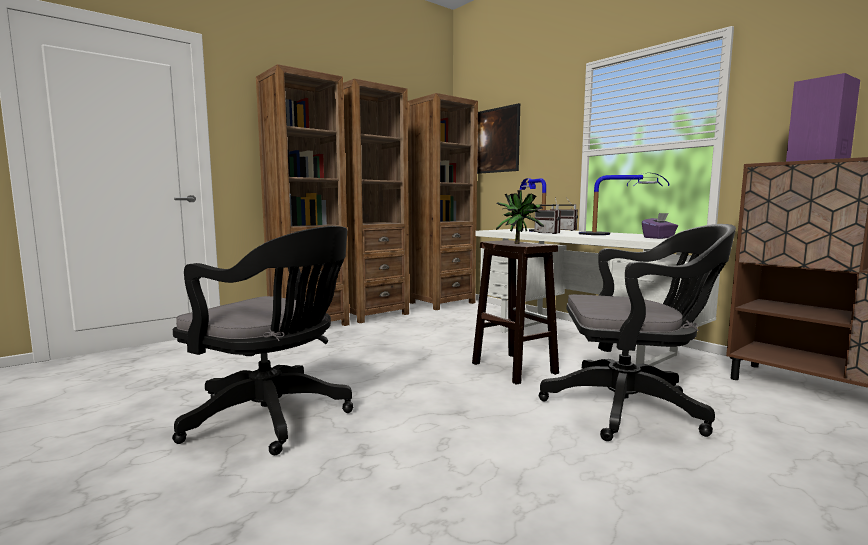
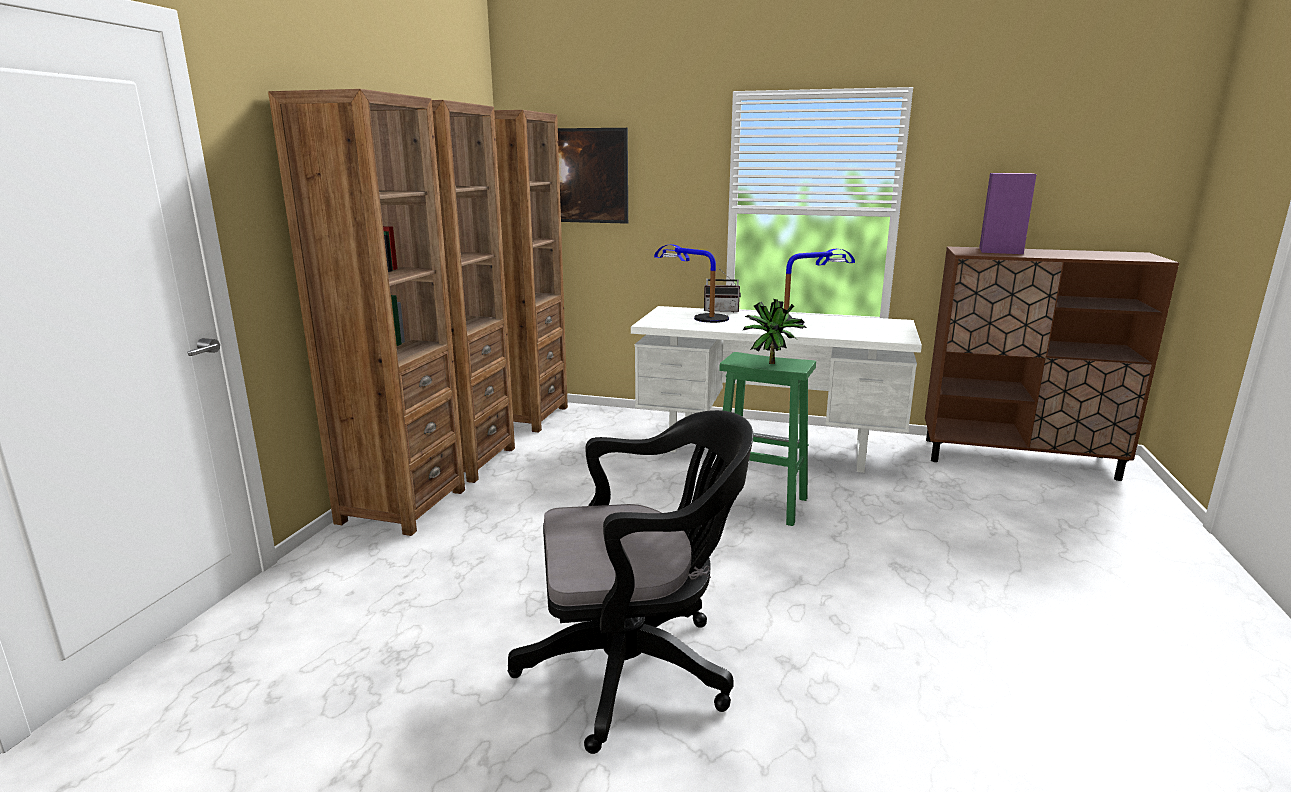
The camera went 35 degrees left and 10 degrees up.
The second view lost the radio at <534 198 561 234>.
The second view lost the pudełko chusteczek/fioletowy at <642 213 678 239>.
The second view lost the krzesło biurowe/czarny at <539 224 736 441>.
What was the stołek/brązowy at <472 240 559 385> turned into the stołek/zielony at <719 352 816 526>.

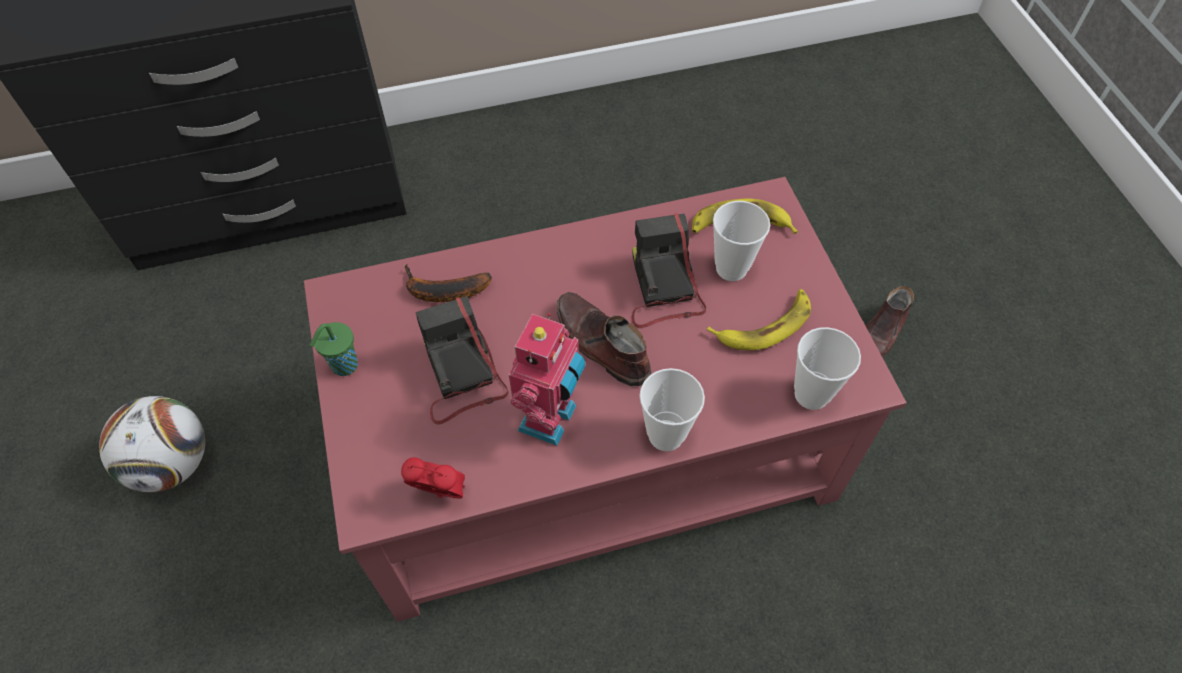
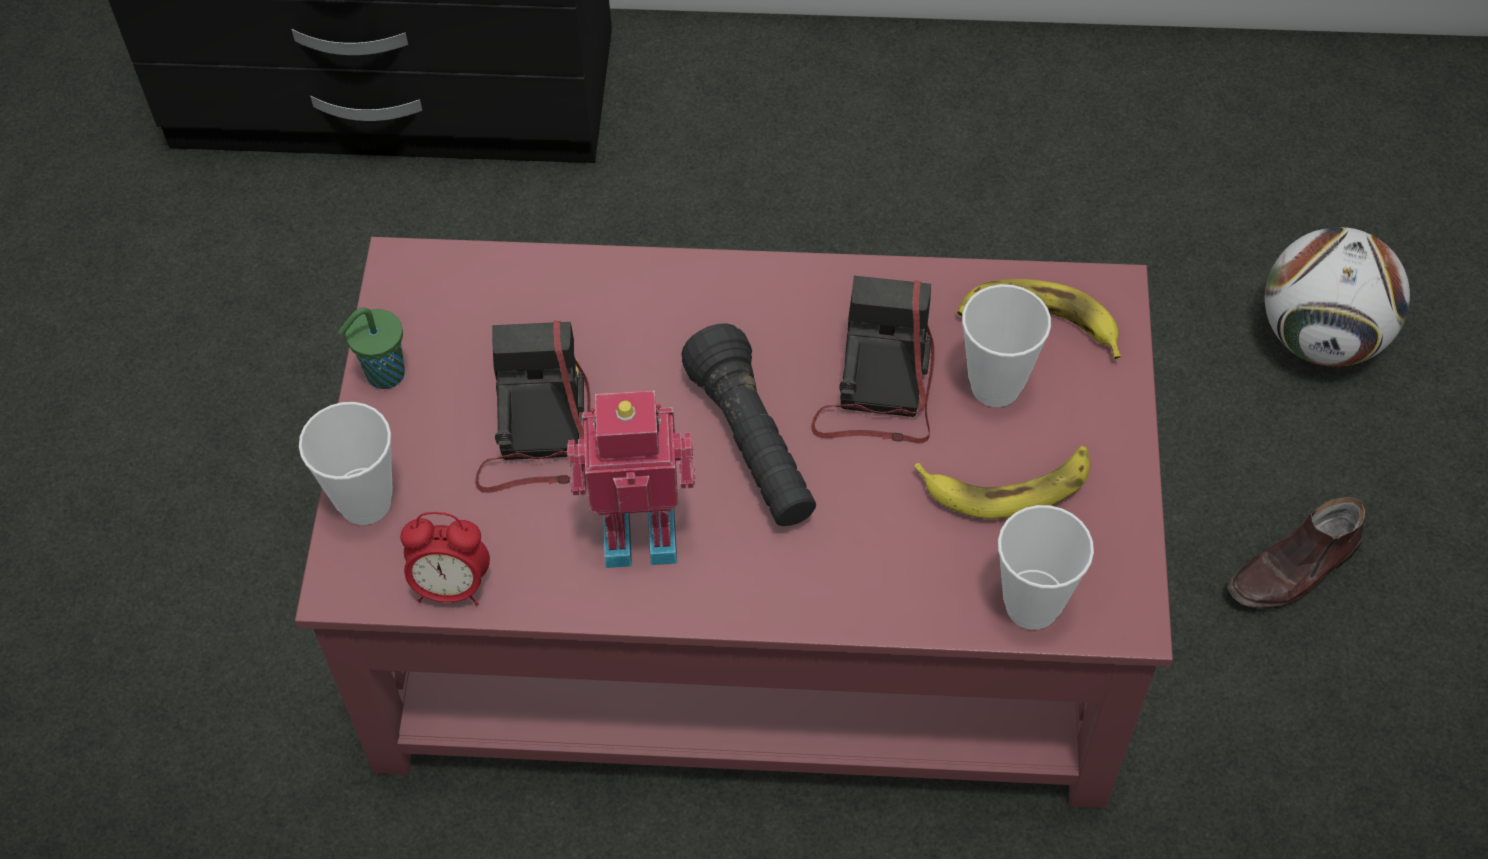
The camera went 20 degrees right and 0 degrees up.
The second view lost the banan at <405 264 492 302>.
Where the but/brązowy stood at <557 292 651 387>, the latarka/czarny came to stand at <681 323 816 526>.
The robot zabawkowy at <509 313 585 446> ended up facing another way, 135 degrees counterclockwise from before.
The filiżanka ended up elsewhere, having gone from <640 368 705 451> to <299 402 393 525>.
The piłka futbolowa ended up elsewhere, having gone from <99 396 205 492> to <1265 227 1410 366>.
The budzik at <401 457 465 498> ended up facing another way, 150 degrees clockwise from before.

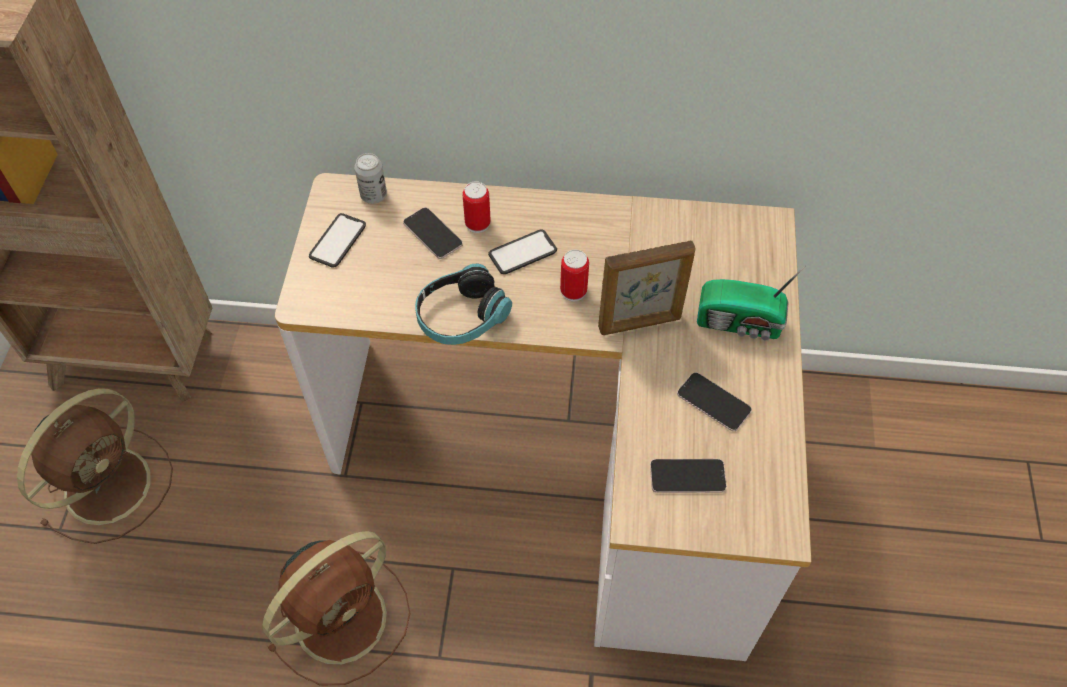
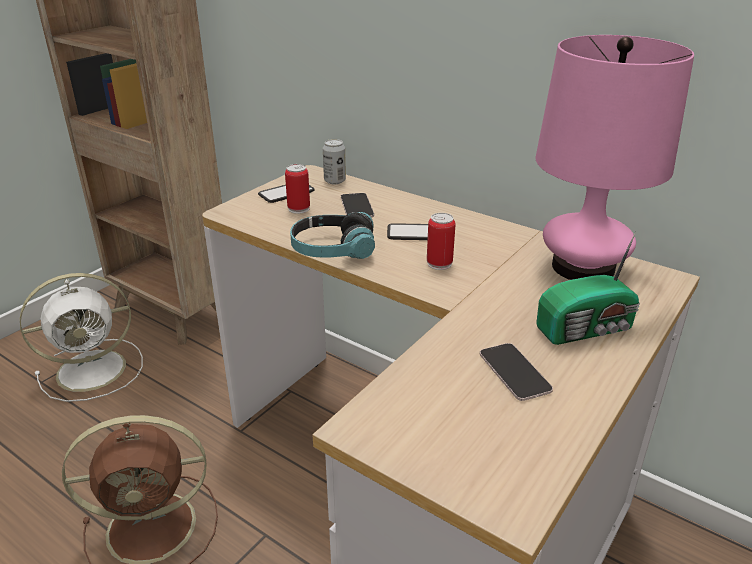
The camera went 30 degrees right and 25 degrees down.
The puszka ended up elsewhere, having gone from <462 181 491 233> to <285 164 310 214>.
The second view lost the ramka na zdjęcie at <598 241 696 335>.
The radio at <697 265 806 340> ended up facing another way, 60 degrees counterclockwise from before.
What was the wentylator/brązowy at <17 388 173 544> turned into the wentylator/biały at <20 273 143 402>.
The second view lost the telefon at <650 459 727 493>.
The second view gained the lampa stołowa/różowy at <536 35 694 280>.

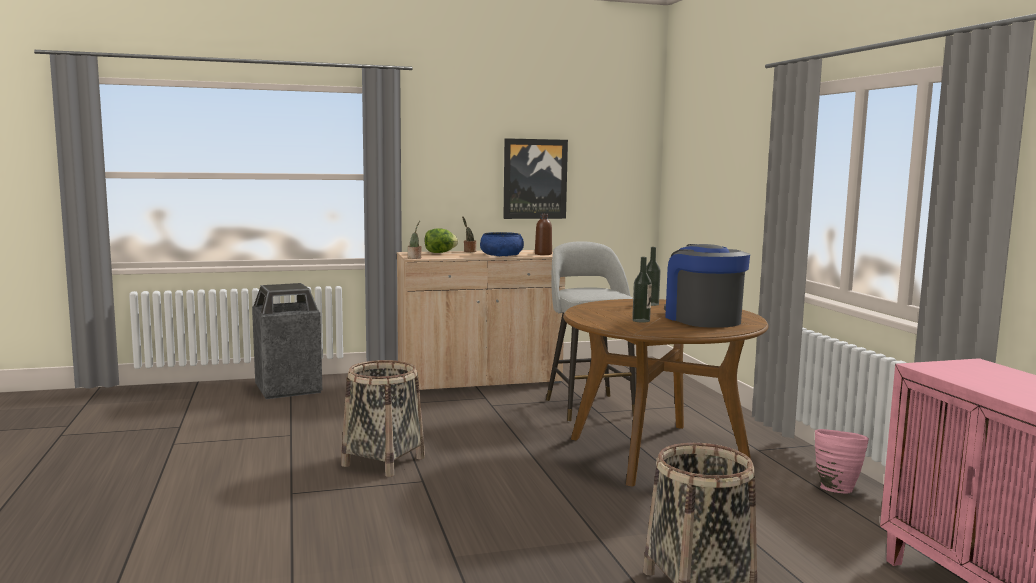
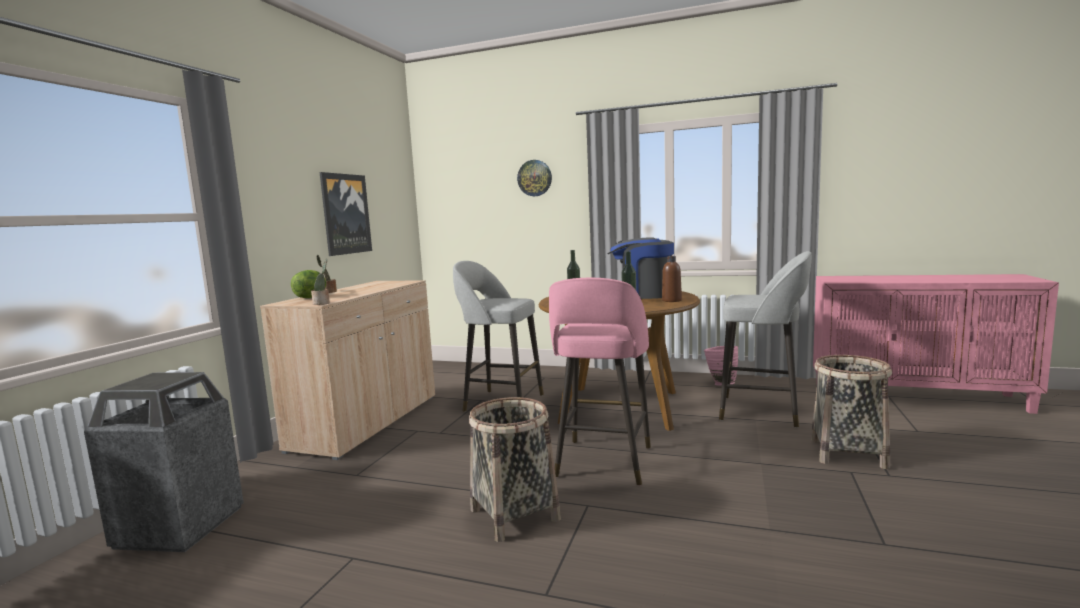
The camera went 55 degrees left and 0 degrees up.
The butelka/brązowy ended up elsewhere, having gone from <535 214 552 255> to <662 256 682 302>.
The second view lost the miska/niebieski at <480 232 524 256>.
The second view gained the zegar ścienny at <517 160 552 196>.
The second view gained the stołek/szary at <719 251 812 428>.
The second view gained the stołek/różowy at <549 278 651 486>.

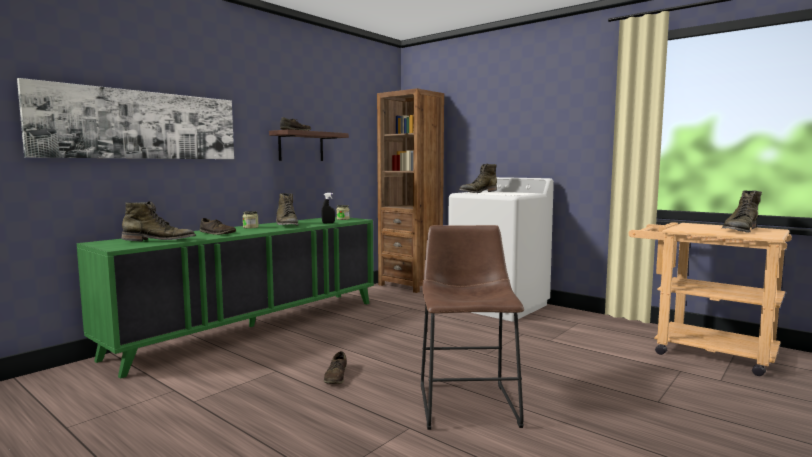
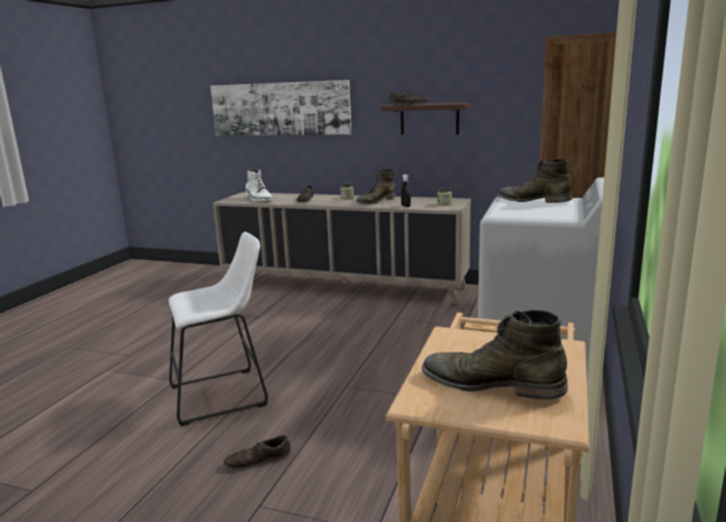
The camera went 70 degrees right and 10 degrees up.
What was the but z cholewką/zielony at <121 201 196 241> turned into the but z cholewką/biały at <245 169 273 201>.
What was the szafka/zielony at <77 216 374 379> turned into the szafka/beżowy at <213 192 471 304>.
What was the stołek/brązowy at <421 225 524 430> turned into the stołek/biały at <168 232 268 426>.
The but/brązowy ended up elsewhere, having gone from <324 351 347 384> to <224 435 291 470>.

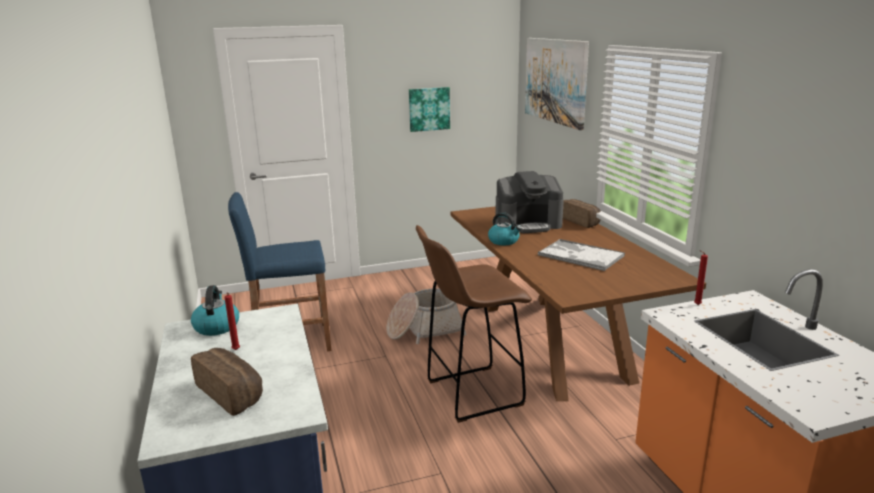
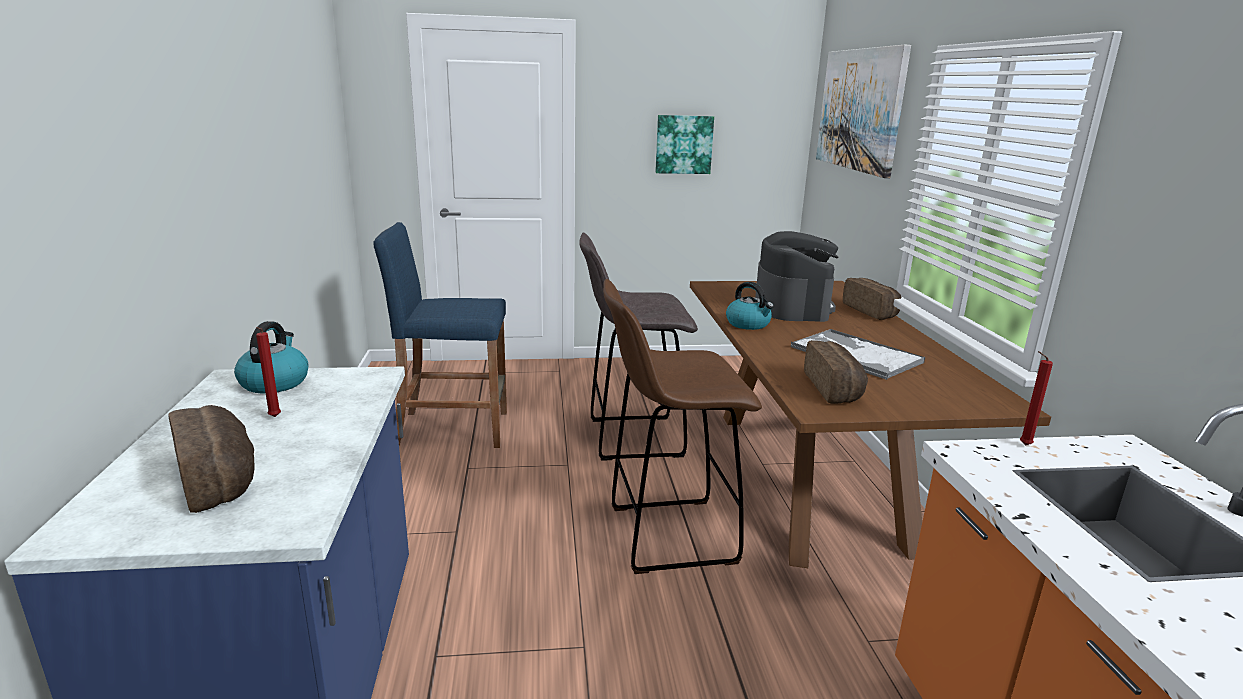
The camera went 10 degrees right and 0 degrees up.
The ekspres do kawy at <496 171 564 233> ended up facing another way, 90 degrees counterclockwise from before.
Where the koszyk stood at <386 288 467 344>, the stołek/szary came to stand at <579 232 698 461>.
The second view gained the chleb at <804 340 868 404>.

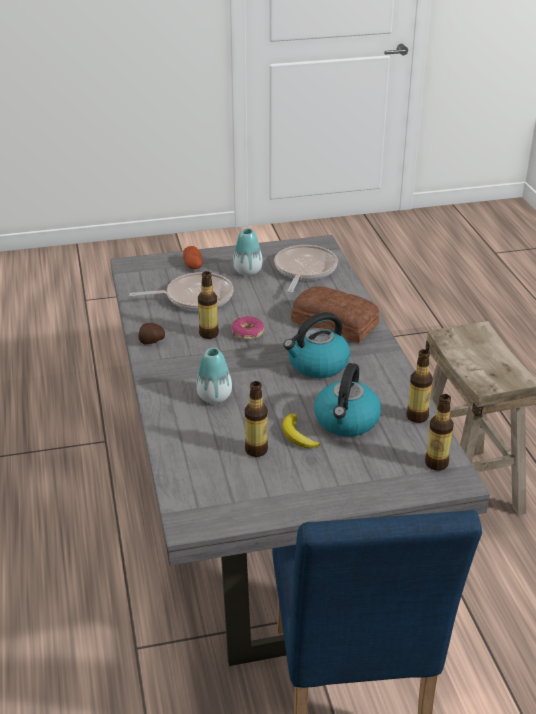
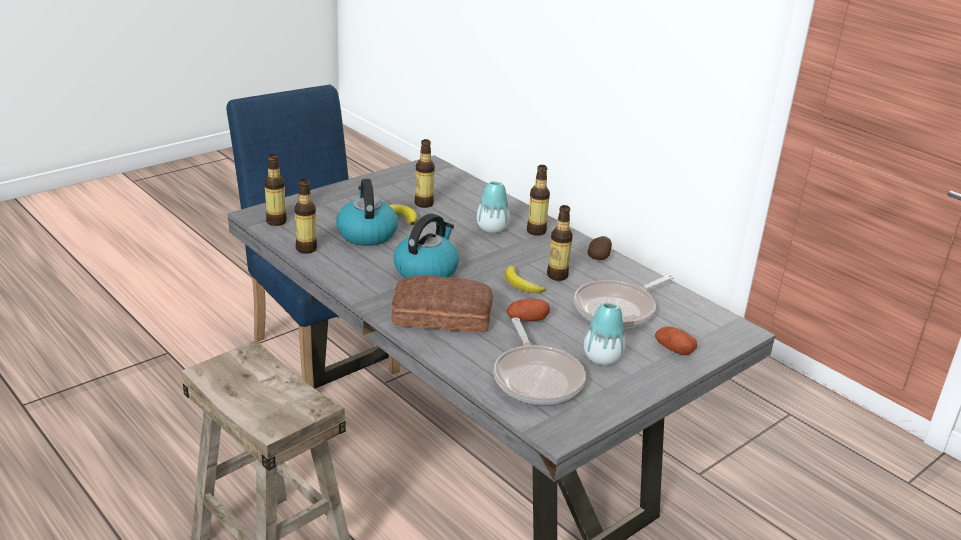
The camera went 150 degrees right and 5 degrees down.
Where the donut stood at <231 316 264 340>, the banan came to stand at <505 266 546 294>.
The second view gained the butelka at <527 165 550 236>.
The second view gained the ziemniak at <507 299 550 321>.

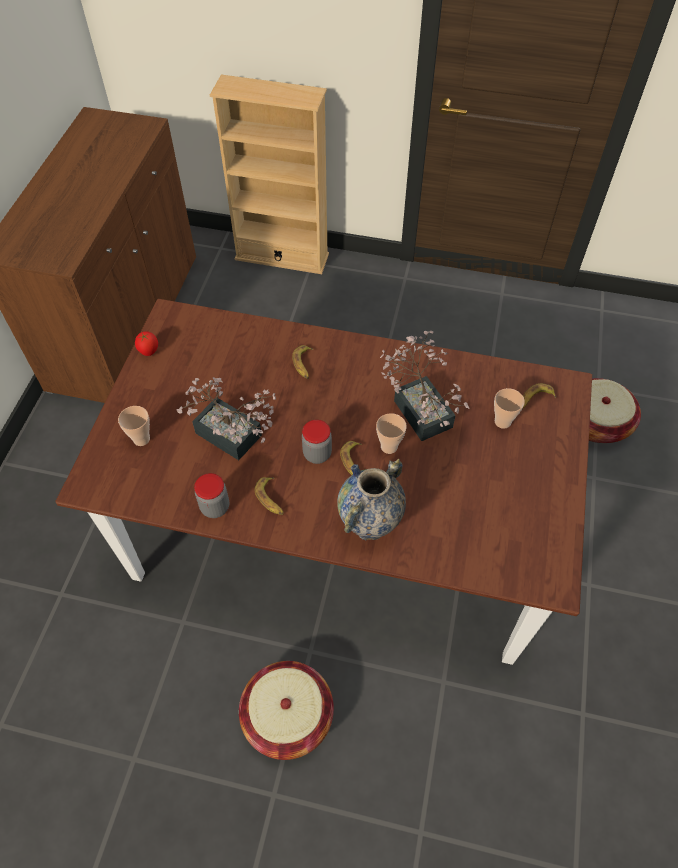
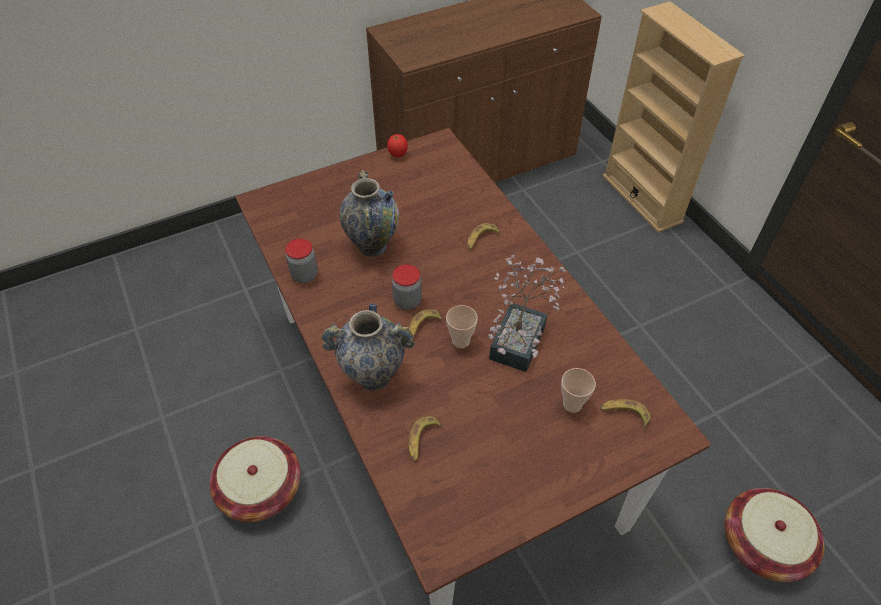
The camera went 50 degrees right and 5 degrees down.
Where the roślina doniczkowa stood at <177 377 276 460>, the wazon came to stand at <339 170 399 257>.
The second view lost the filiżanka at <118 406 150 446>.
The banan ended up elsewhere, having gone from <255 477 284 515> to <408 416 443 461>.

